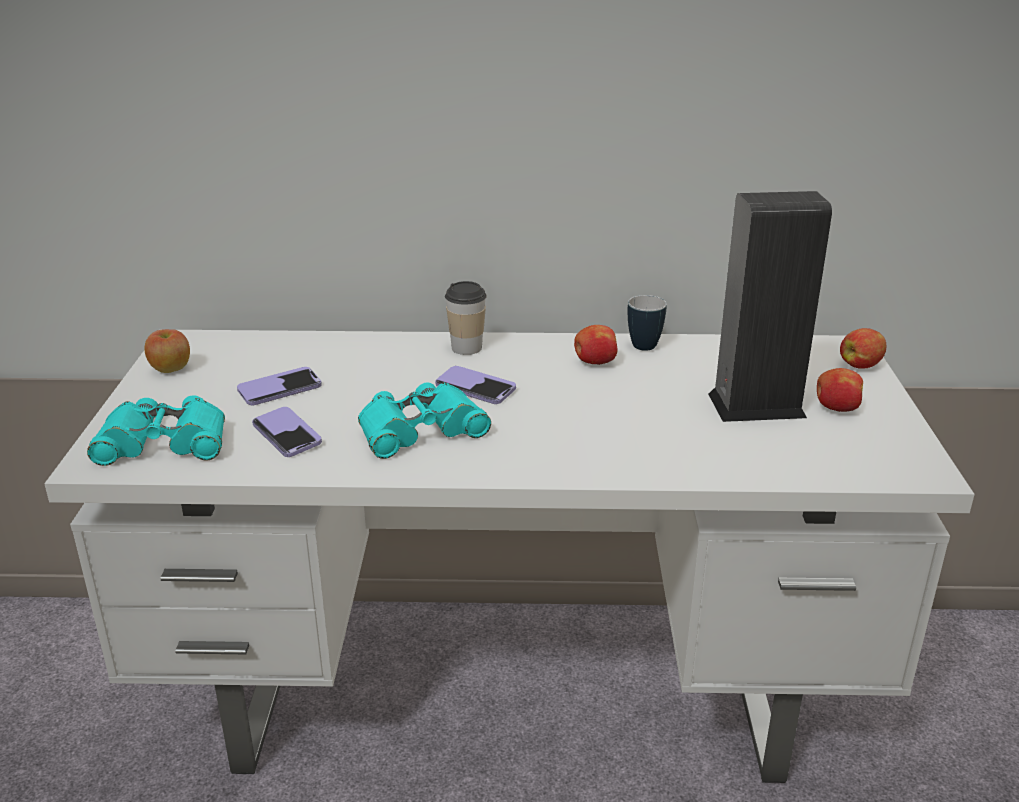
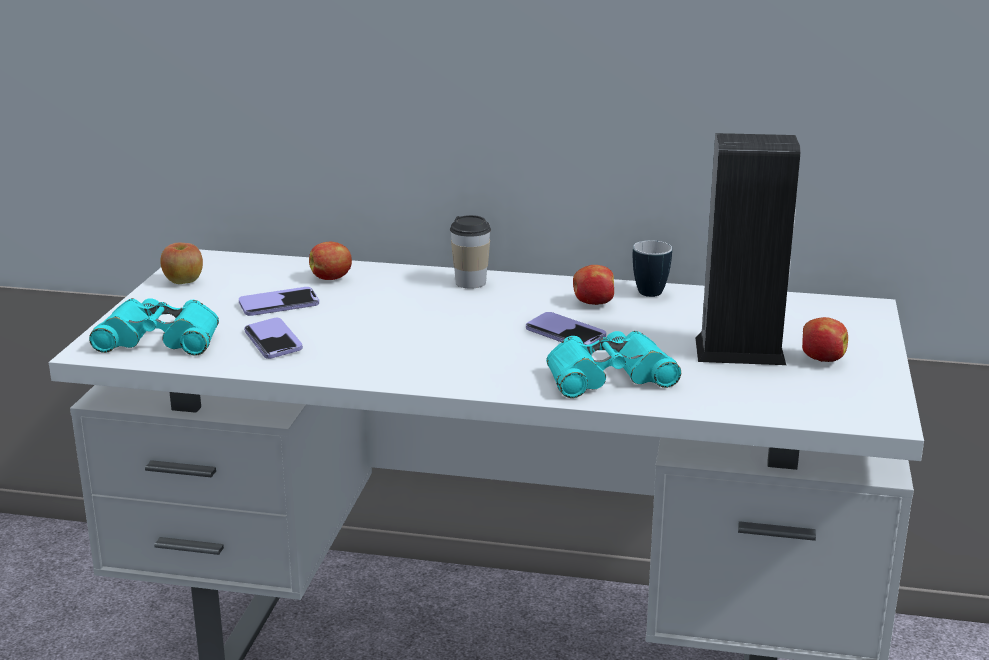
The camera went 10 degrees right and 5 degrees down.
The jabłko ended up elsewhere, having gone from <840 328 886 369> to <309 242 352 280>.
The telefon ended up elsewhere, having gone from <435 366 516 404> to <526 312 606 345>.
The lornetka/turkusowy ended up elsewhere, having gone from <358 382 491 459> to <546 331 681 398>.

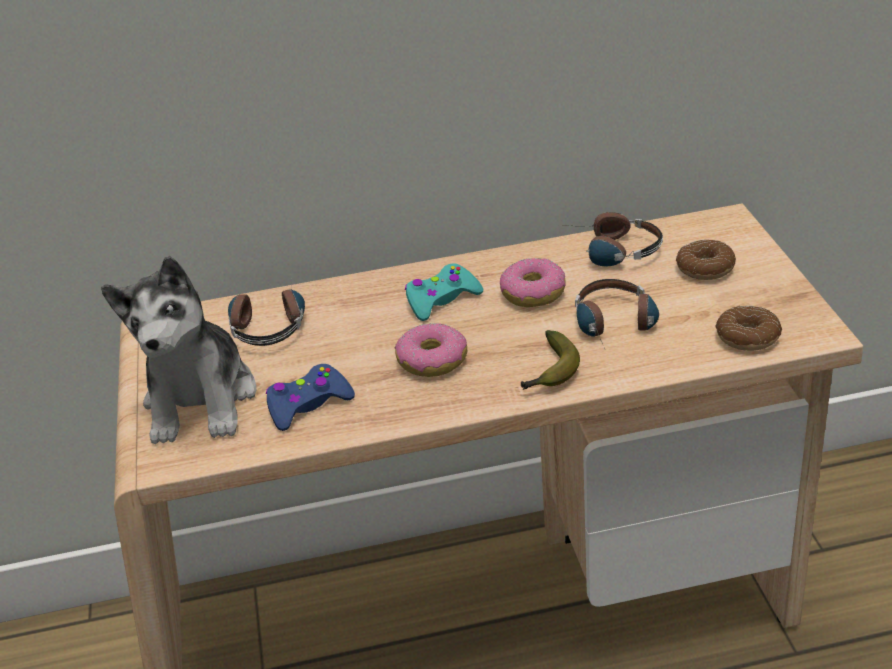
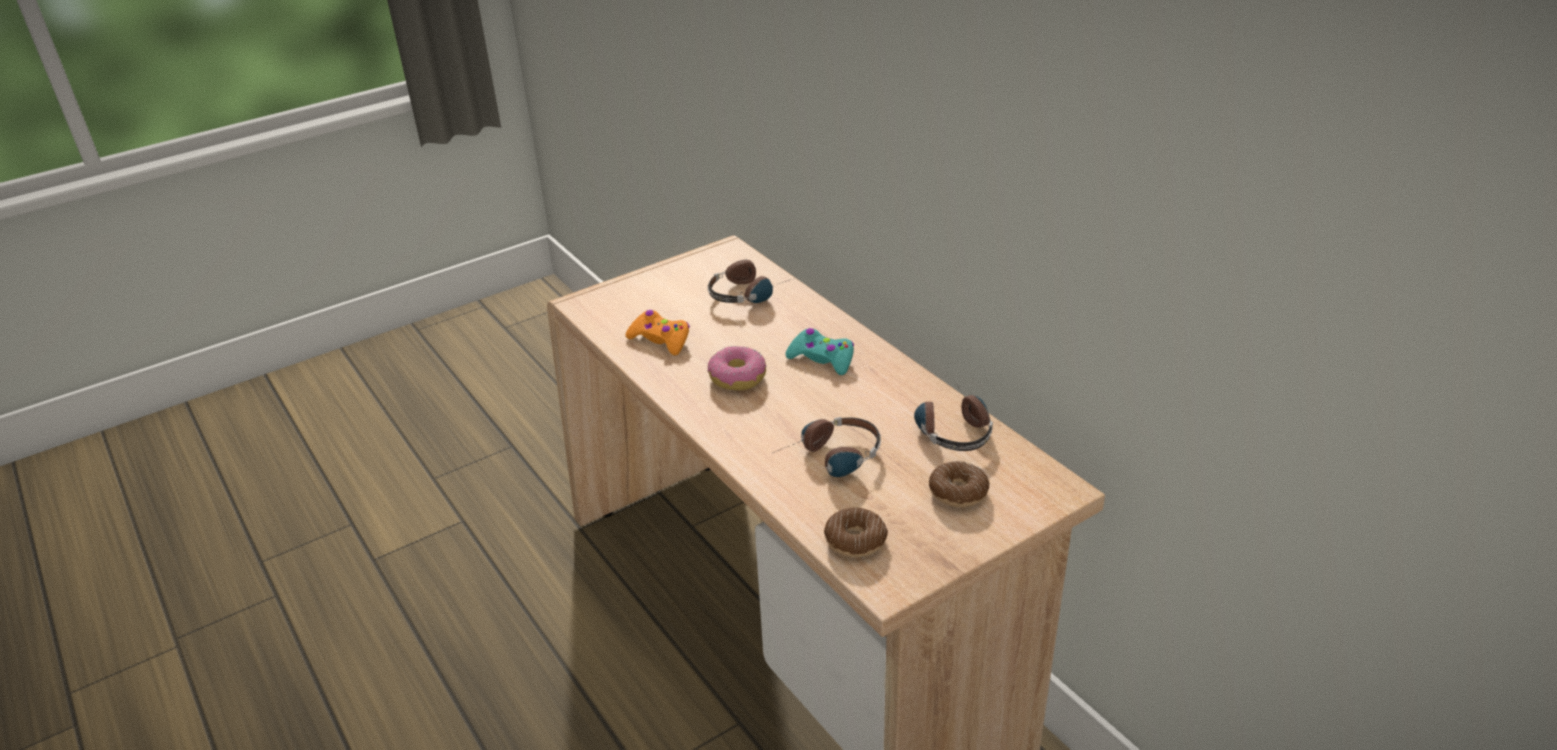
The camera went 65 degrees right and 0 degrees up.
The second view lost the pluszak at <101 256 256 444>.
The second view lost the donut at <500 258 565 307>.
The second view lost the banan at <521 330 580 390>.
What was the pad do gier/niebieski at <266 364 355 431> turned into the pad do gier/pomarańczowy at <625 310 690 355>.

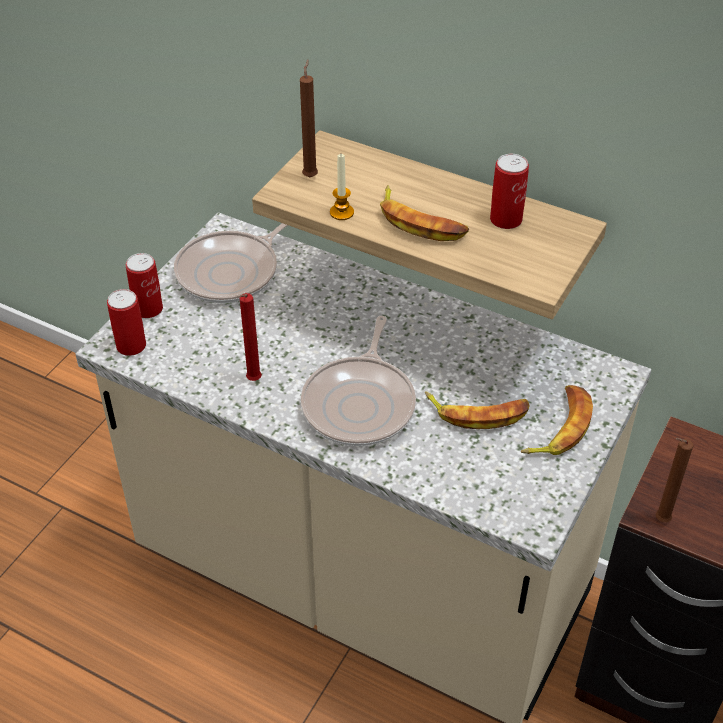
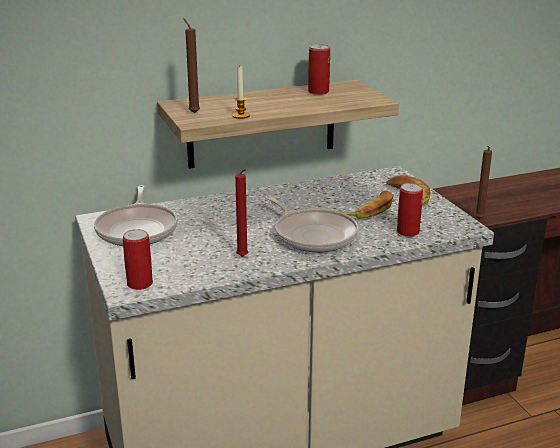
The camera went 50 degrees left and 20 degrees down.
The second view lost the banan at <380 185 469 241>.
The puszka ended up elsewhere, having gone from <126 253 163 318> to <397 183 423 237>.

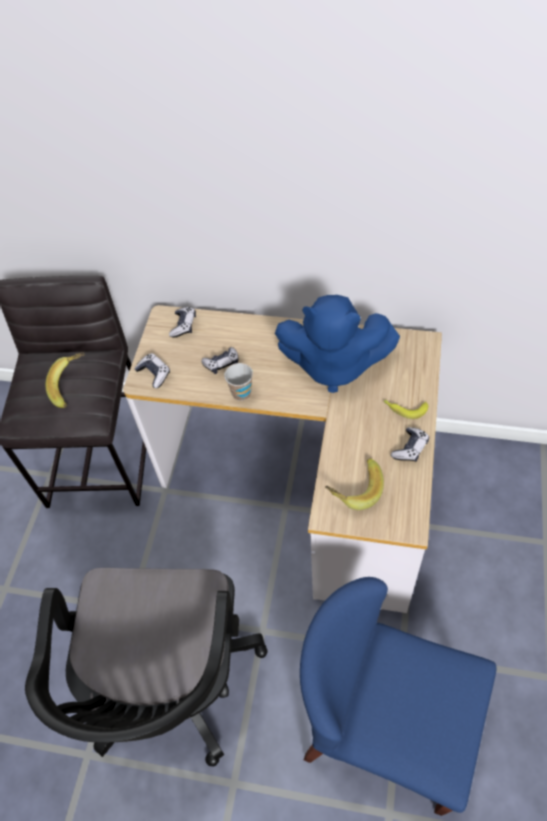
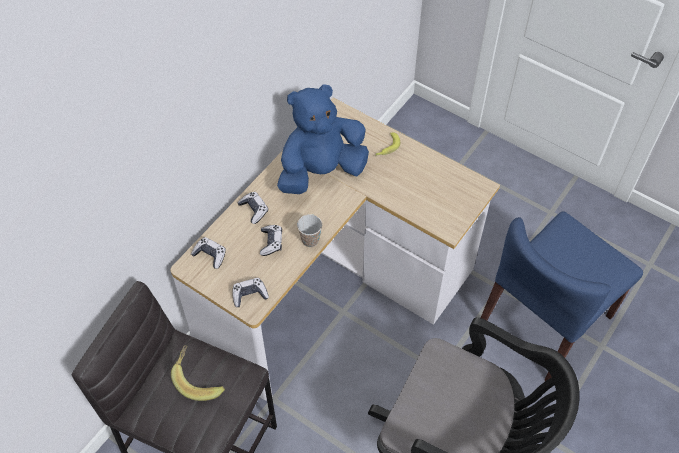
The camera went 70 degrees left and 0 degrees up.
The pluszak/niebieski at <275 295 400 393> ended up facing another way, 150 degrees counterclockwise from before.
The pad do gier ended up elsewhere, having gone from <391 427 429 462> to <237 192 268 224>.
The second view lost the banan at <325 458 384 510>.

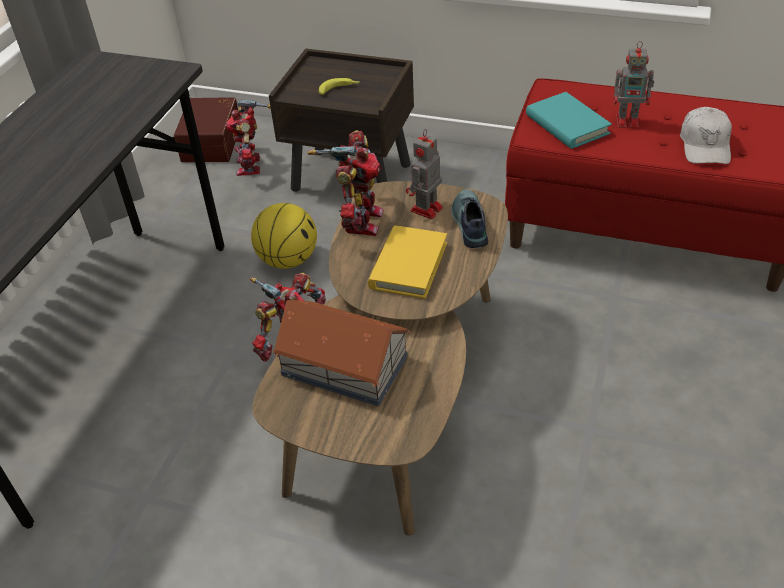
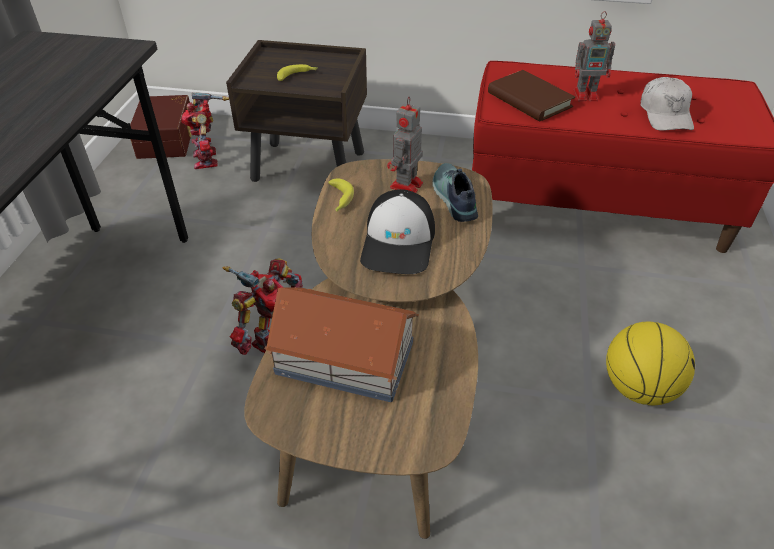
The camera went 10 degrees left and 0 degrees up.
What was the książka/turkusowy at <526 92 612 149> turned into the książka/brązowy at <488 70 575 122>.
Where the robot zabawkowy stood at <308 130 384 236>, the banan came to stand at <328 178 354 211>.
The piłka do koszykówki ended up elsewhere, having gone from <251 203 317 269> to <606 322 695 405>.
Where the książka/żółty stood at <368 225 447 299>, the czapka z daszkiem came to stand at <360 189 435 274>.

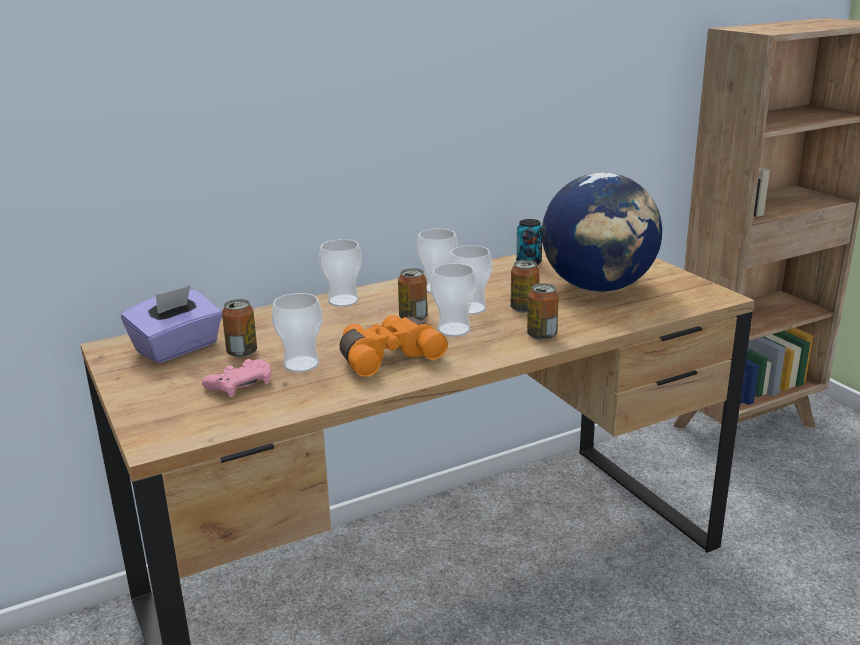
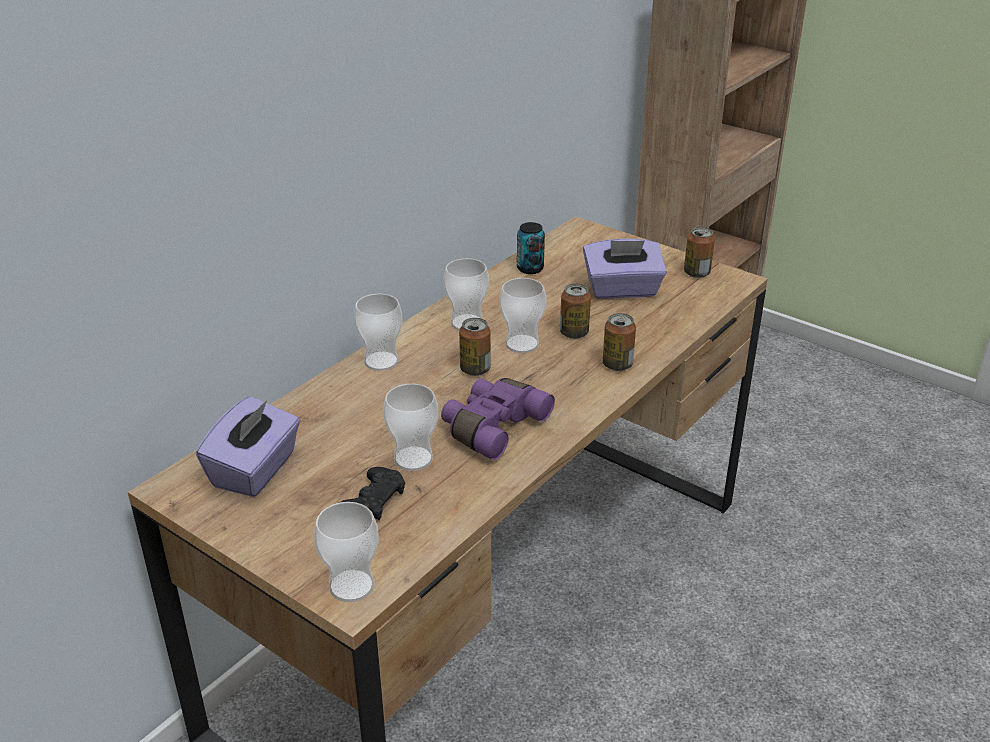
The camera went 25 degrees left and 10 degrees up.
Where the globus stood at <542 173 662 292>, the pudełko chusteczek/fioletowy came to stand at <583 239 667 299>.
The filiżanka ended up elsewhere, having gone from <431 263 477 337> to <314 502 379 602>.
The puszka ended up elsewhere, having gone from <222 299 257 358> to <684 227 715 278>.
What was the lornetka/pomarańczowy at <339 315 448 377> turned into the lornetka/fioletowy at <441 378 555 460>.
What was the pad do gier/różowy at <202 359 271 397> turned into the pad do gier/czarny at <339 467 405 521>.

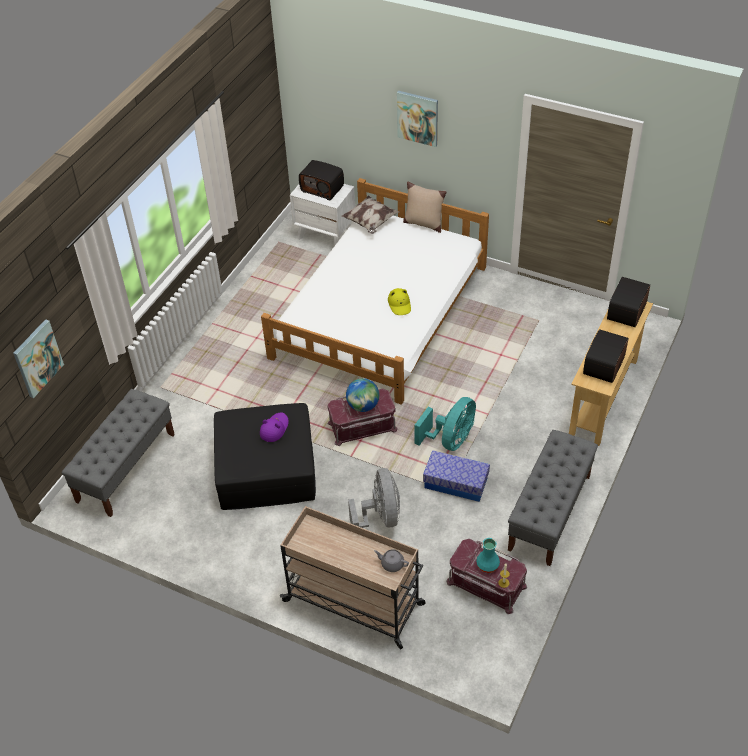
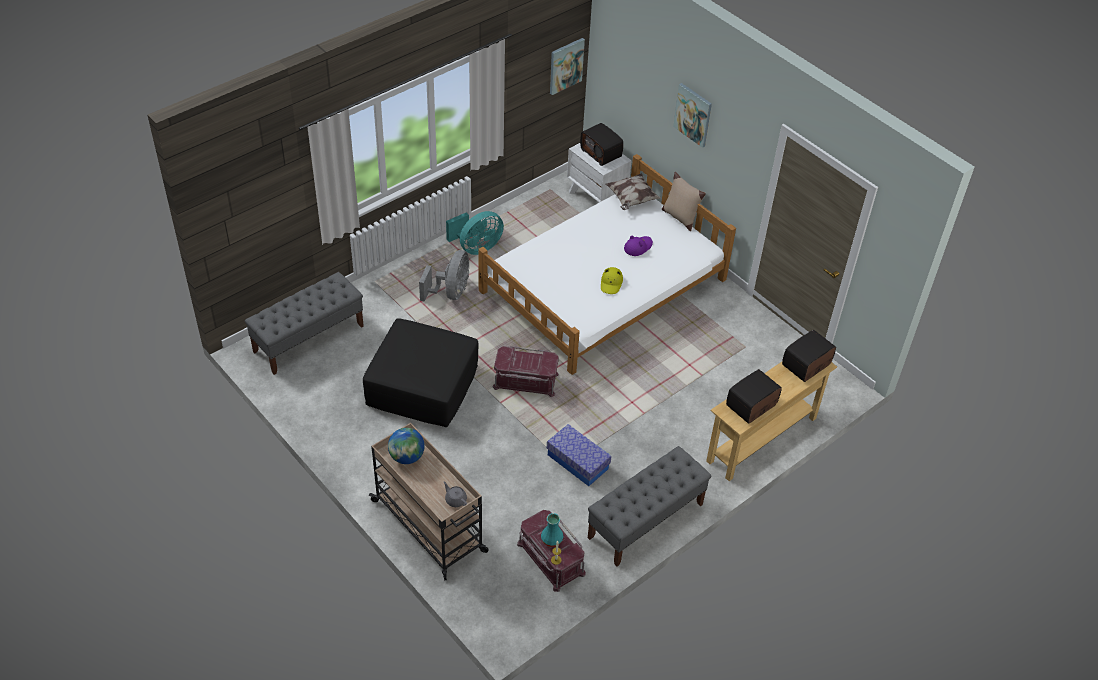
The camera went 20 degrees right and 0 degrees up.
The obraz ended up elsewhere, having gone from <13 319 64 398> to <550 38 585 95>.
The globus ended up elsewhere, having gone from <346 378 379 412> to <388 428 425 464>.
The wentylator/turkusowy ended up elsewhere, having gone from <415 397 476 451> to <446 211 504 255>.
The kapelusz/fioletowy ended up elsewhere, having gone from <260 412 289 442> to <624 235 653 256>.
The wentylator/szary ended up elsewhere, having gone from <348 468 400 528> to <419 250 469 302>.

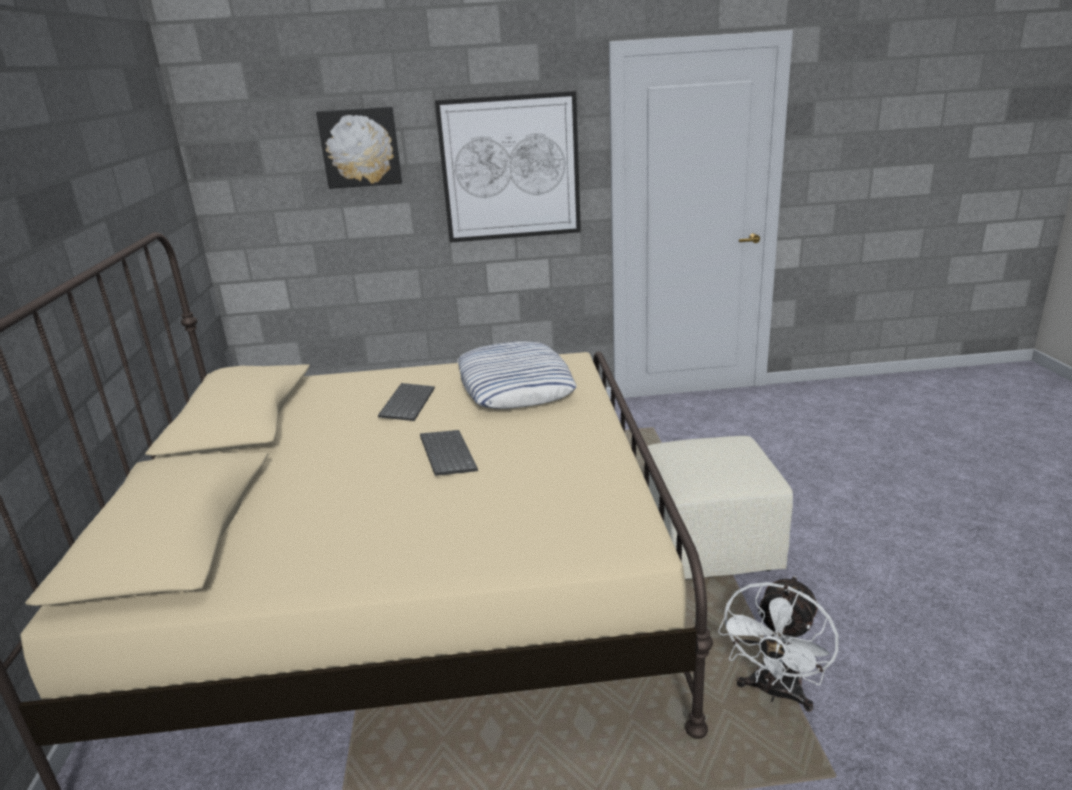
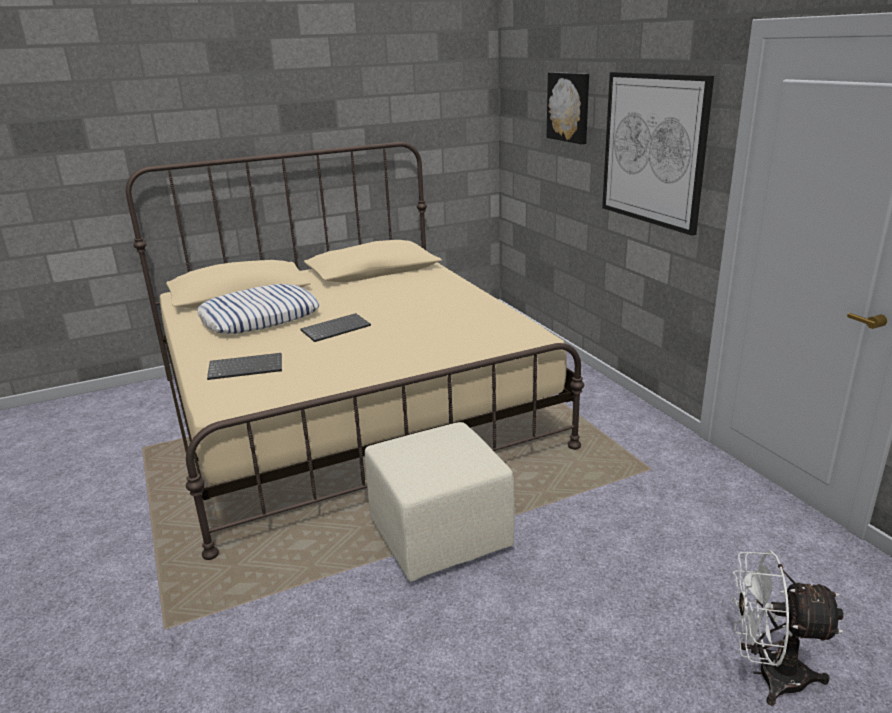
The camera went 70 degrees right and 0 degrees up.
The poduszka ended up elsewhere, having gone from <457 341 577 409> to <197 284 319 334>.
The klawiatura ended up elsewhere, having gone from <378 383 435 421> to <207 353 282 380>.
The wentylator/biały ended up elsewhere, having gone from <718 576 838 712> to <732 551 843 706>.

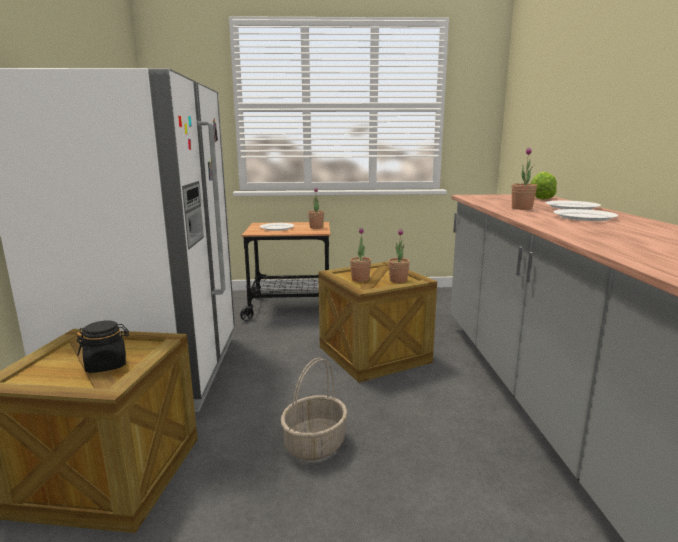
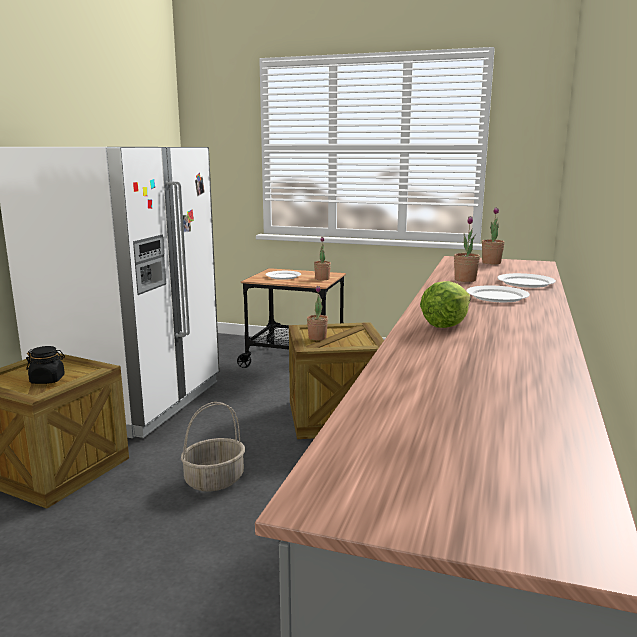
The camera went 20 degrees right and 0 degrees up.
The sałata ended up elsewhere, having gone from <531 172 557 200> to <420 281 471 328>.
The roślina doniczkowa ended up elsewhere, having gone from <388 229 410 283> to <482 207 505 265>.

